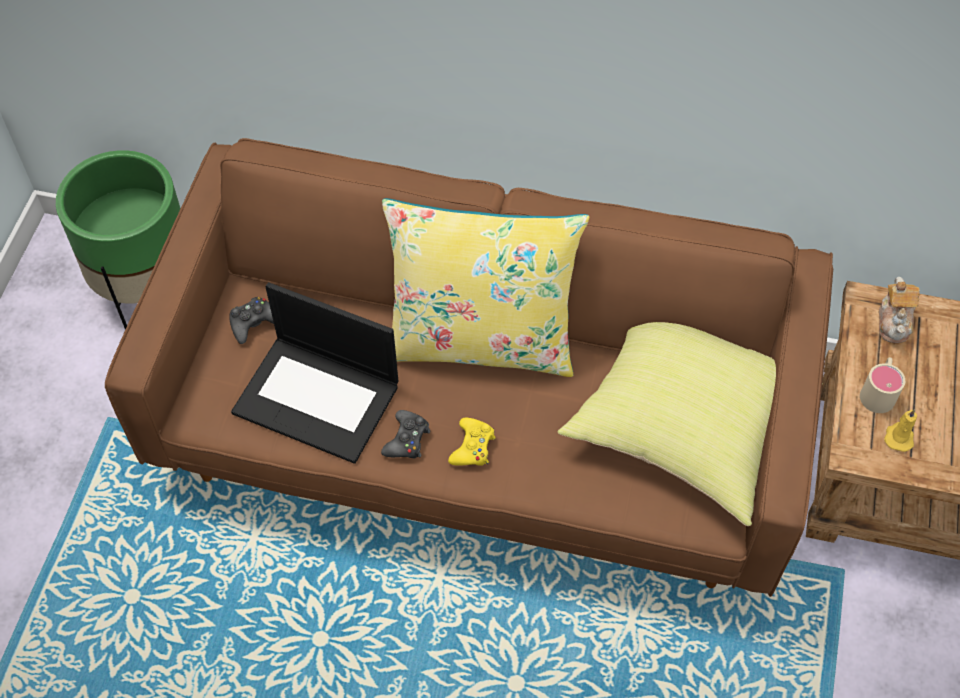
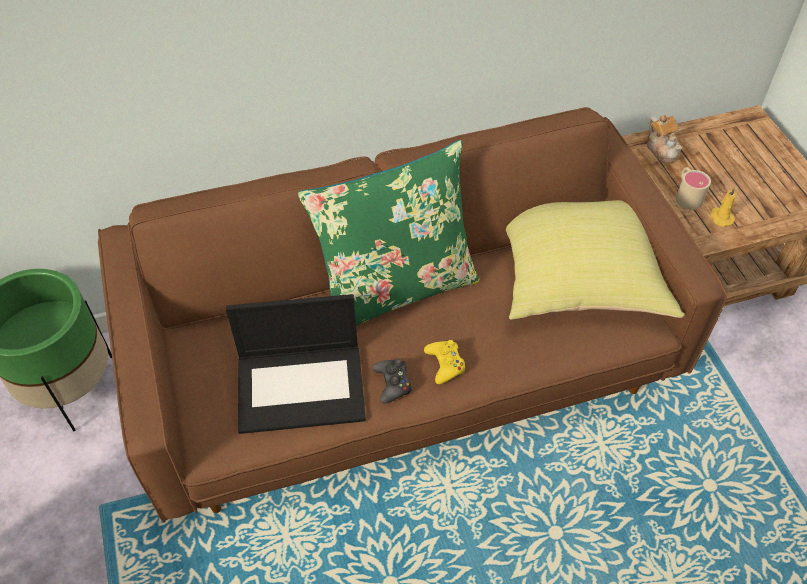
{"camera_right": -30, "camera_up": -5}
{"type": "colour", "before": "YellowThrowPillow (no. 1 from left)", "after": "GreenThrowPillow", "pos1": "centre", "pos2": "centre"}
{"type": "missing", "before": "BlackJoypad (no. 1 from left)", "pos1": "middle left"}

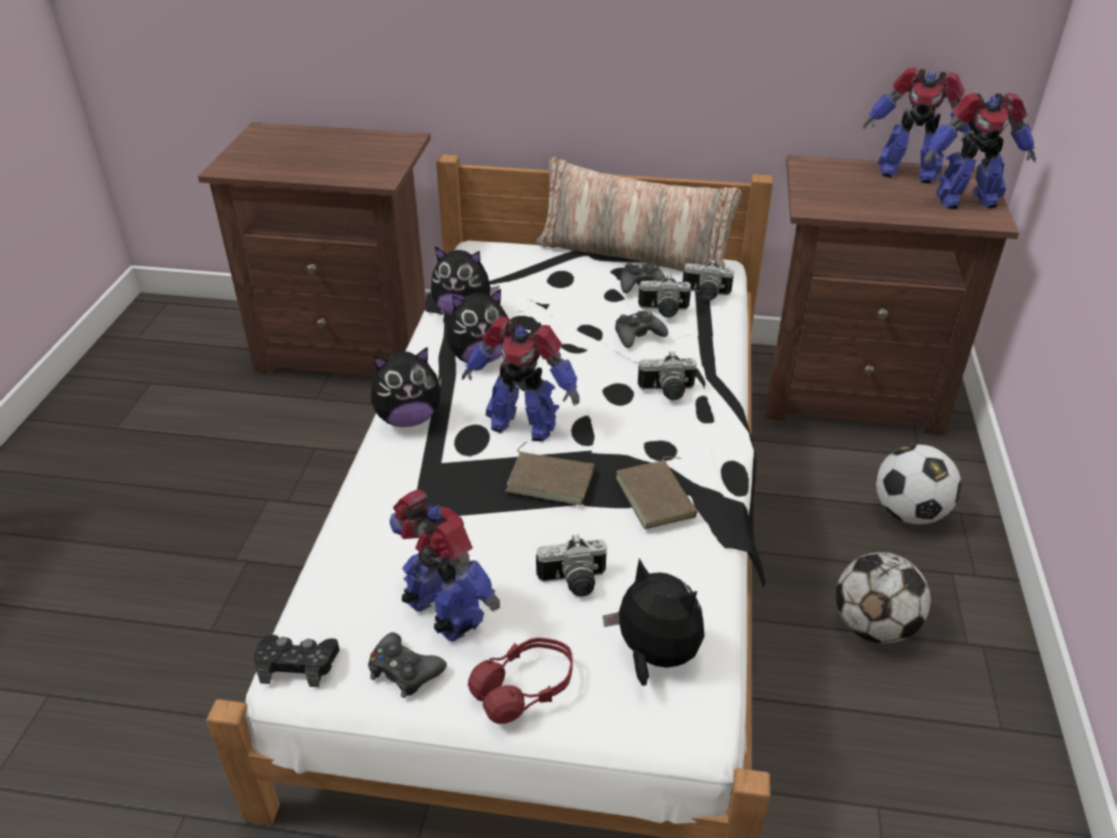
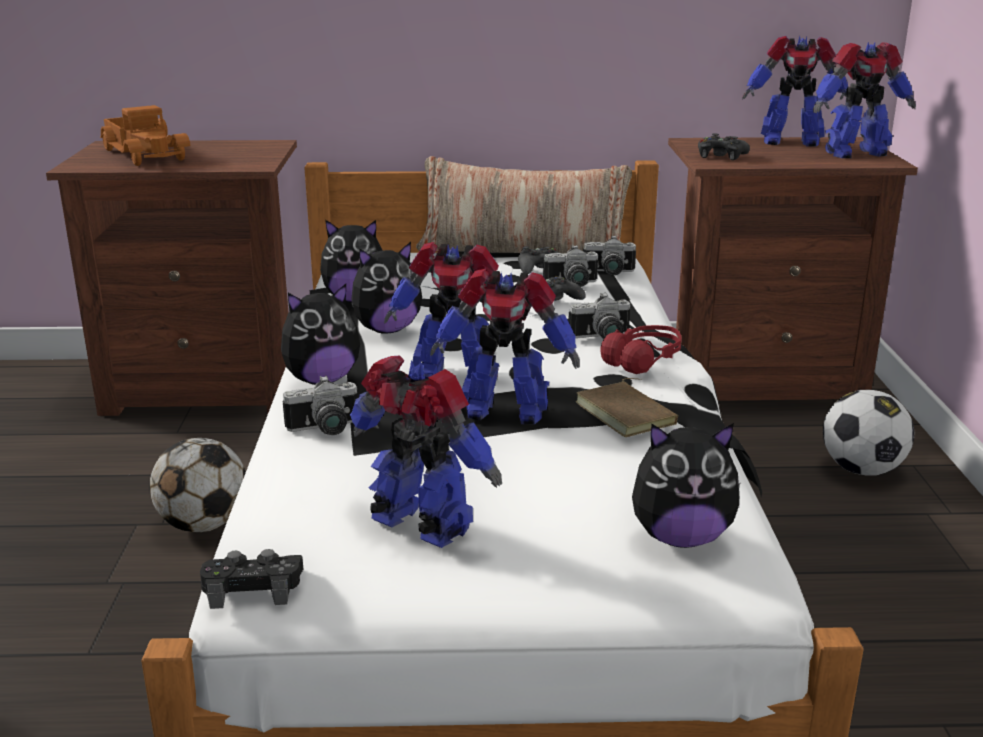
{"camera_right": -10, "camera_up": -15}
{"type": "exchanged", "before": "BrownColouredBoundBook (no. 1 from left)", "after": "ToyRobot (no. 3 from left)", "pos1": "centre", "pos2": "centre"}
{"type": "relocated", "before": "StillCamera (no. 1 from left)", "pos1": "bottom centre", "pos2": "middle left"}
{"type": "relocated", "before": "BallForFootball (no. 1 from left)", "pos1": "bottom right", "pos2": "middle left"}
{"type": "spun", "before": "CuddlyToy (no. 4 from left)", "pos1": "bottom centre", "pos2": "middle right", "turn": 150}
{"type": "relocated", "before": "BlackJoypad (no. 2 from left in the first image)", "after": "BlackJoypad (no. 4 from left)", "pos1": "bottom centre", "pos2": "top right"}
{"type": "relocated", "before": "ReddishHeadphones", "pos1": "bottom centre", "pos2": "centre"}
{"type": "appeared", "after": "ModelTruck", "pos2": "top left"}

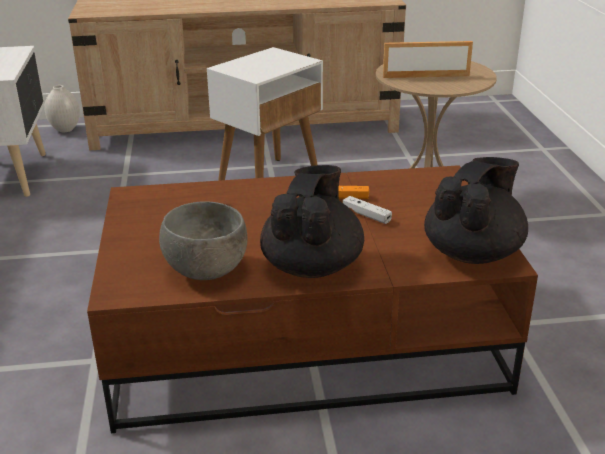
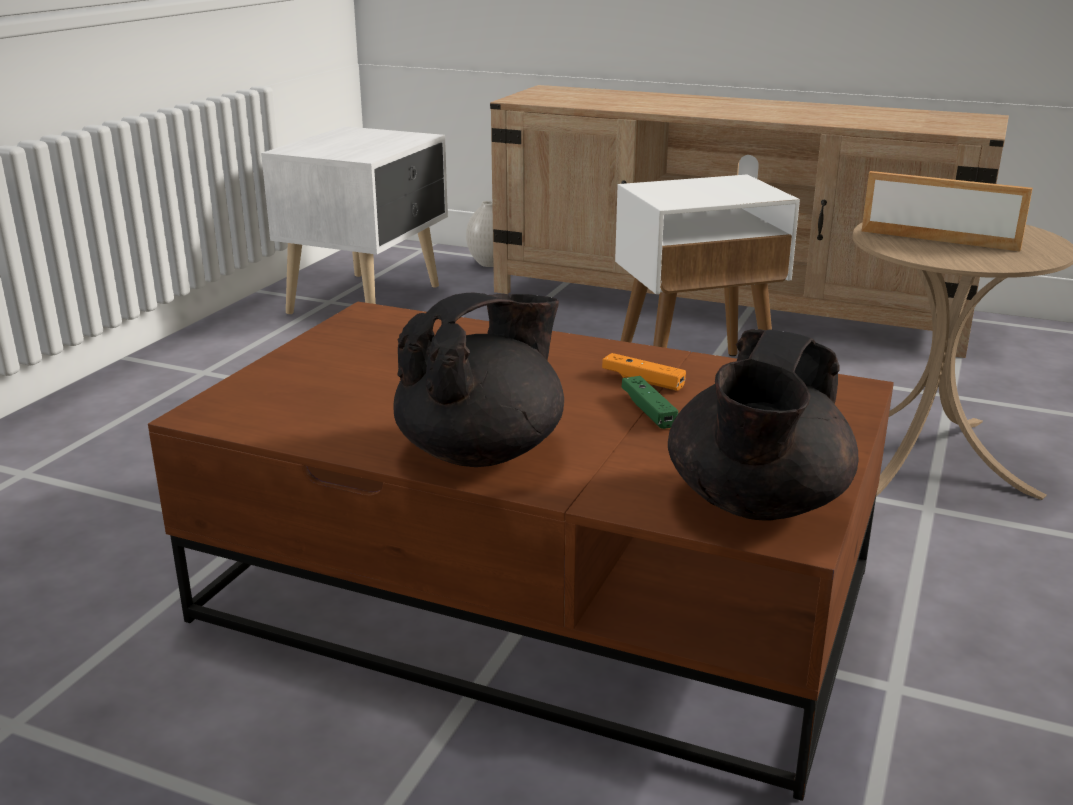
{"camera_right": 30, "camera_up": -5}
{"type": "spun", "before": "BlackTeapot (no. 2 from left)", "pos1": "middle right", "pos2": "middle right", "turn": 135}
{"type": "colour", "before": "WhitishJoypad", "after": "GreenJoypad", "pos1": "centre", "pos2": "centre"}
{"type": "missing", "before": "GreyishServingBowl", "pos1": "centre"}

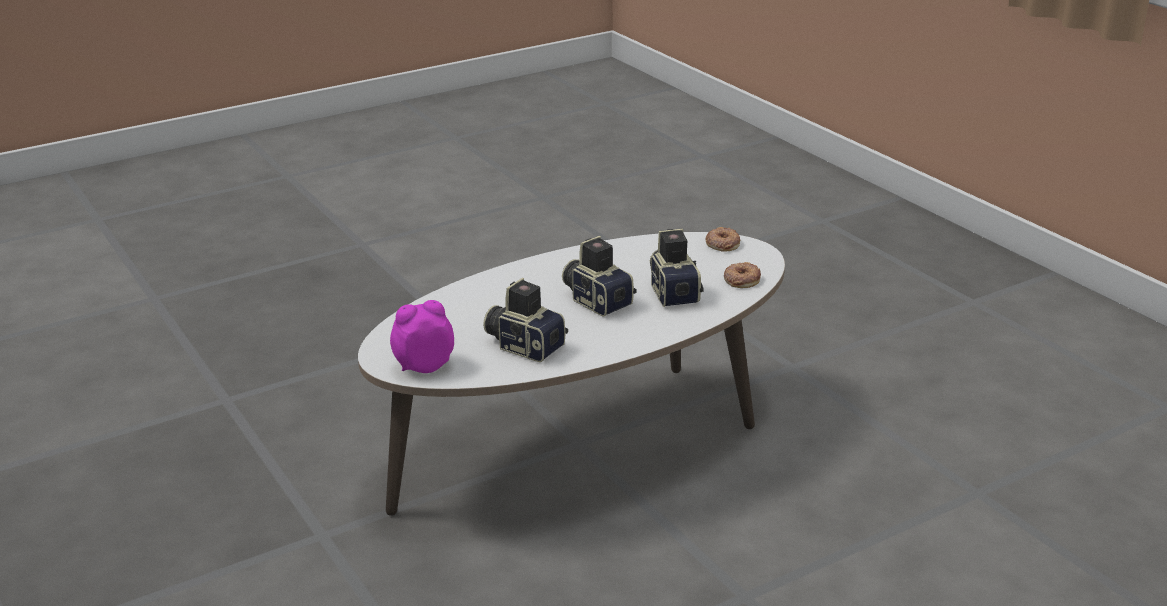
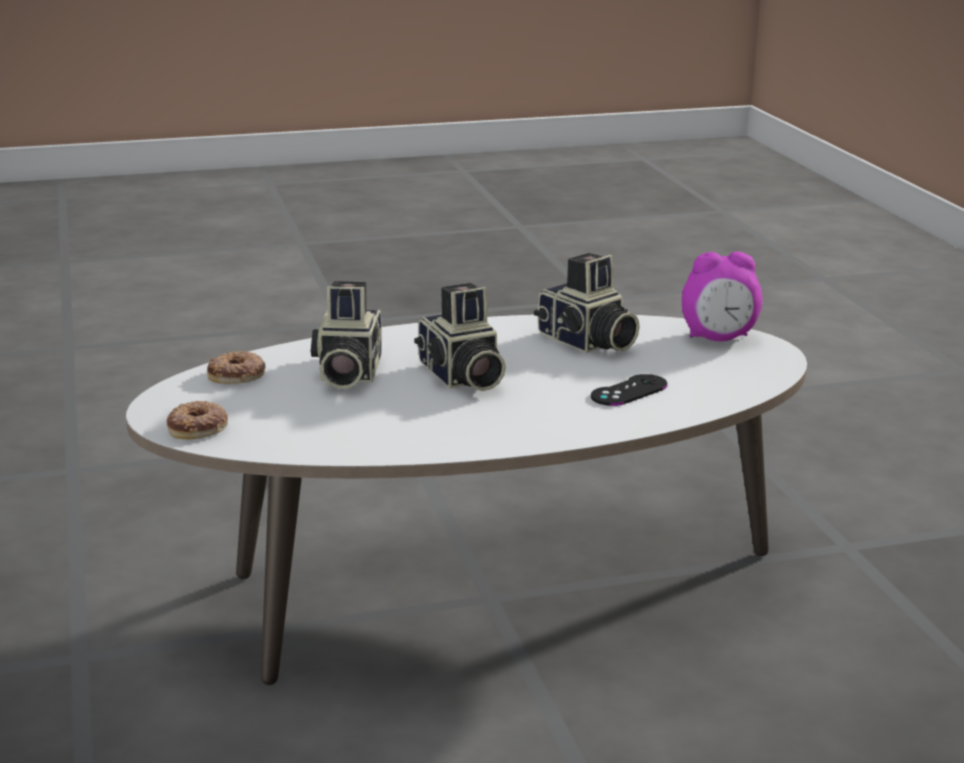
{"camera_right": -165, "camera_up": -5}
{"type": "appeared", "after": "BlackJoypad", "pos2": "centre"}

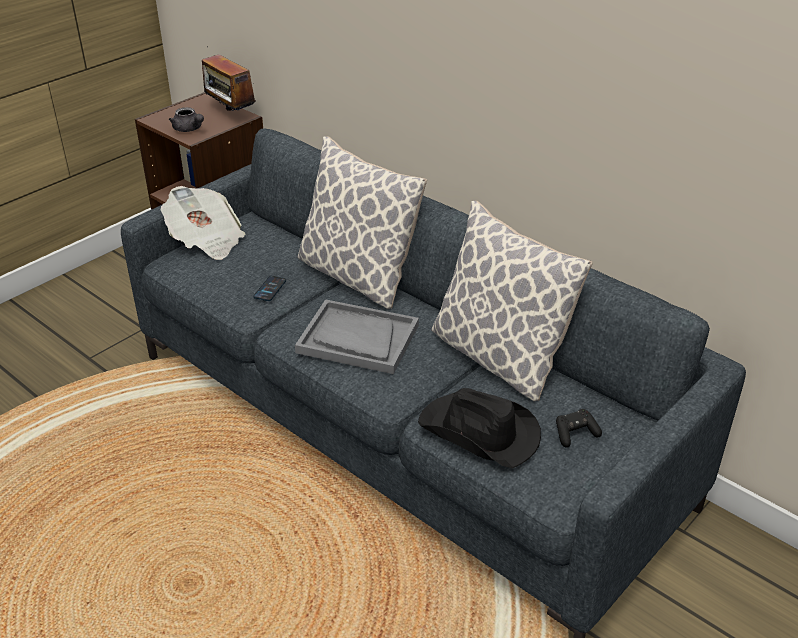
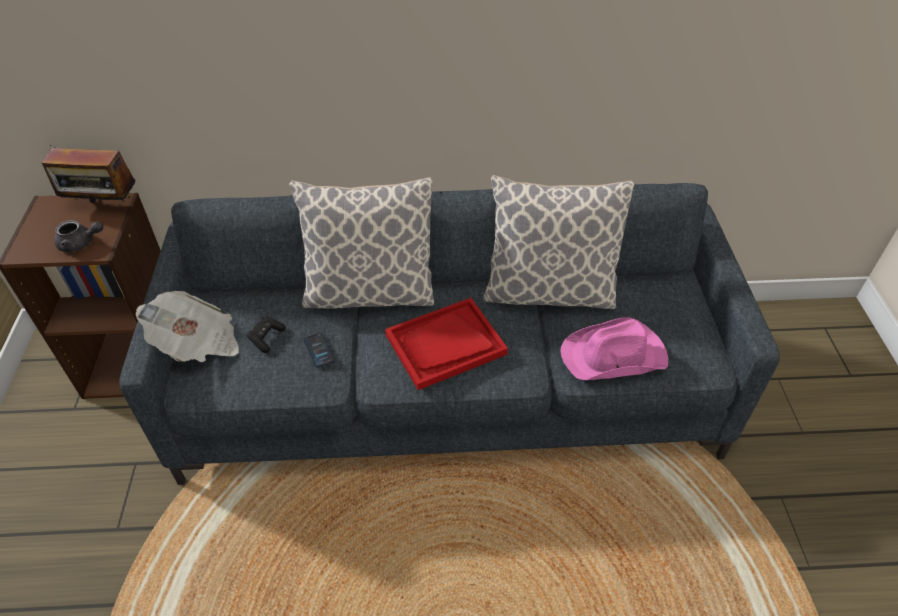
{"camera_right": -45, "camera_up": 10}
{"type": "colour", "before": "GreyishServingTray", "after": "ReddishServingTray", "pos1": "centre", "pos2": "centre"}
{"type": "colour", "before": "BlackWearableHat", "after": "PinkColouredWearableHat", "pos1": "bottom centre", "pos2": "middle right"}
{"type": "relocated", "before": "BlackJoypad", "pos1": "bottom right", "pos2": "middle left"}

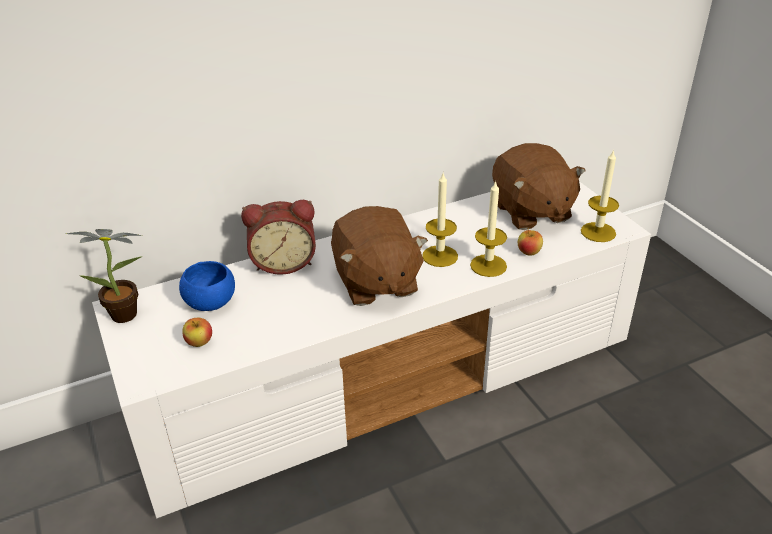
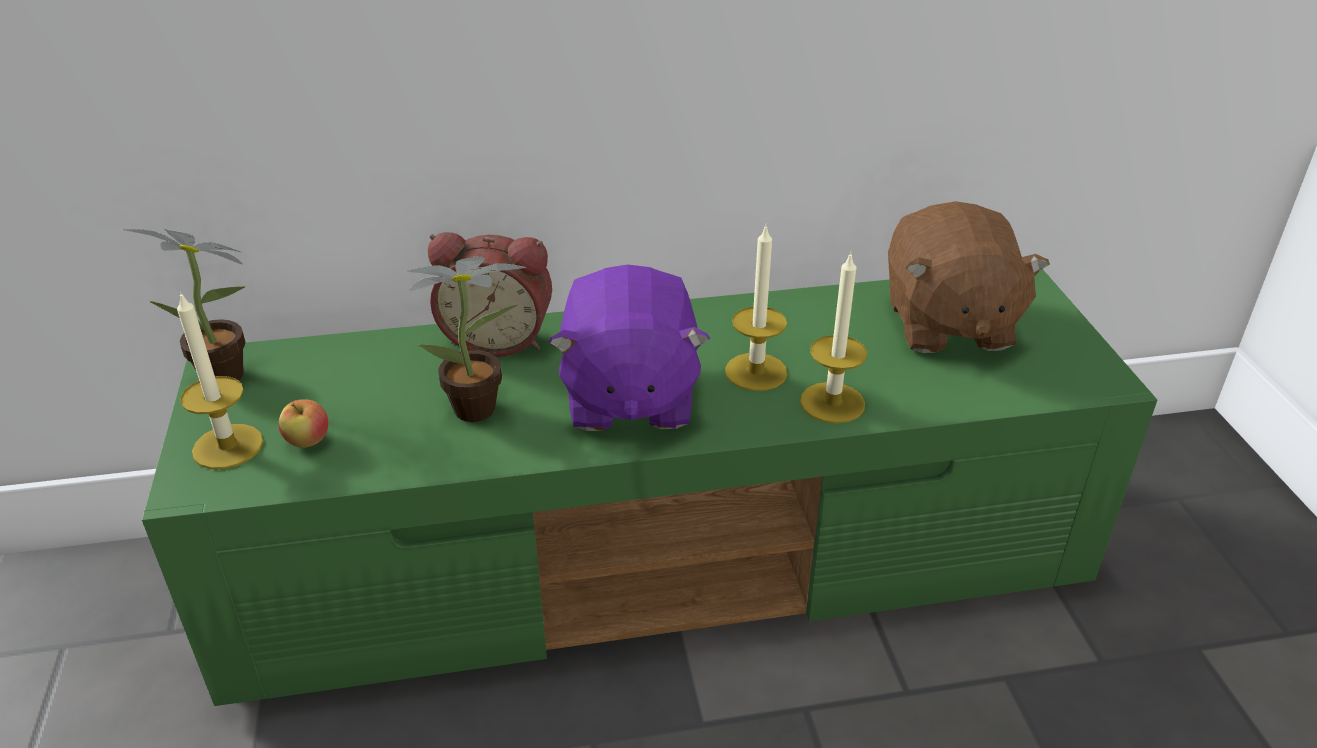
{"camera_right": 15, "camera_up": 0}
{"type": "relocated", "before": "WaxLight (no. 3 from left in the first image)", "after": "WaxLight (no. 1 from left)", "pos1": "middle right", "pos2": "middle left"}
{"type": "colour", "before": "WhitishMediaConsole", "after": "GreenMediaConsole", "pos1": "centre", "pos2": "centre"}
{"type": "colour", "before": "BrownColouredCuddlyToy (no. 1 from left)", "after": "PurpleCuddlyToy", "pos1": "centre", "pos2": "centre"}
{"type": "missing", "before": "AppleFruit (no. 2 from left)", "pos1": "middle right"}
{"type": "missing", "before": "BlueColouredServingBowl", "pos1": "middle left"}
{"type": "appeared", "after": "Houseplant (no. 2 from left)", "pos2": "centre"}

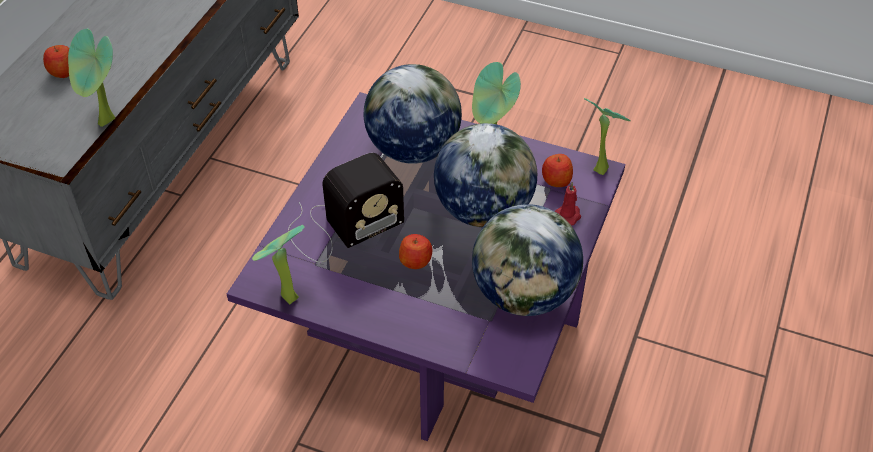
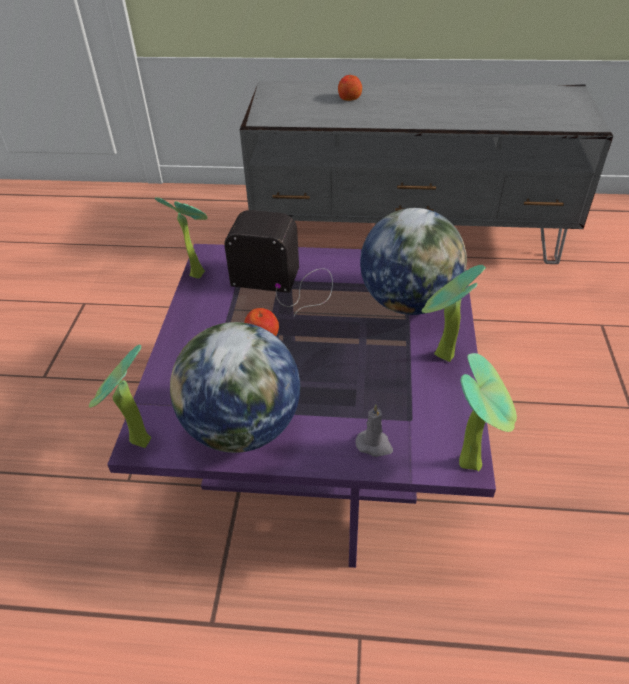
{"camera_right": 75, "camera_up": -5}
{"type": "relocated", "before": "Houseplant (no. 1 from left)", "pos1": "top left", "pos2": "middle left"}
{"type": "missing", "before": "Globe (no. 2 from left)", "pos1": "centre"}
{"type": "spun", "before": "RadioReceiver", "pos1": "centre", "pos2": "centre", "turn": 150}
{"type": "missing", "before": "AppleFruit (no. 3 from left)", "pos1": "centre"}
{"type": "colour", "before": "ReddishWaxLight", "after": "GreyishWaxLight", "pos1": "centre", "pos2": "centre"}

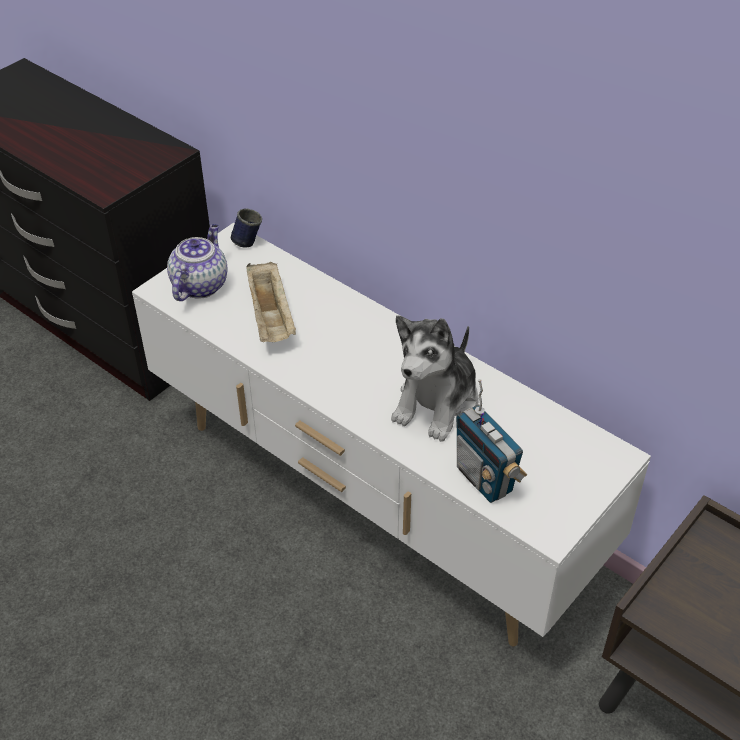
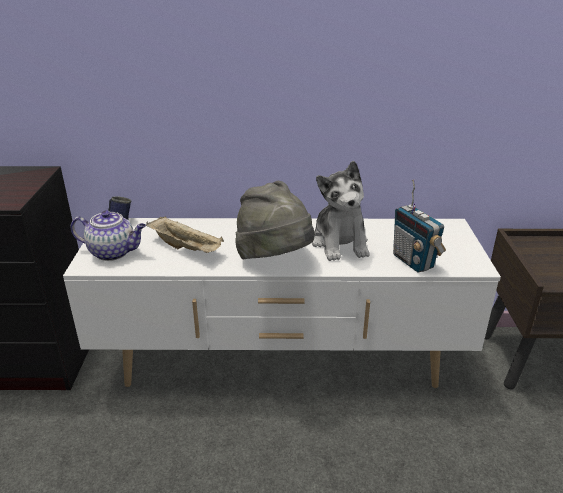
{"camera_right": -40, "camera_up": -15}
{"type": "spun", "before": "Teapot", "pos1": "middle left", "pos2": "middle left", "turn": 120}
{"type": "spun", "before": "RadioReceiver", "pos1": "centre", "pos2": "middle right", "turn": 45}
{"type": "appeared", "after": "GreyishWearableHat", "pos2": "centre"}

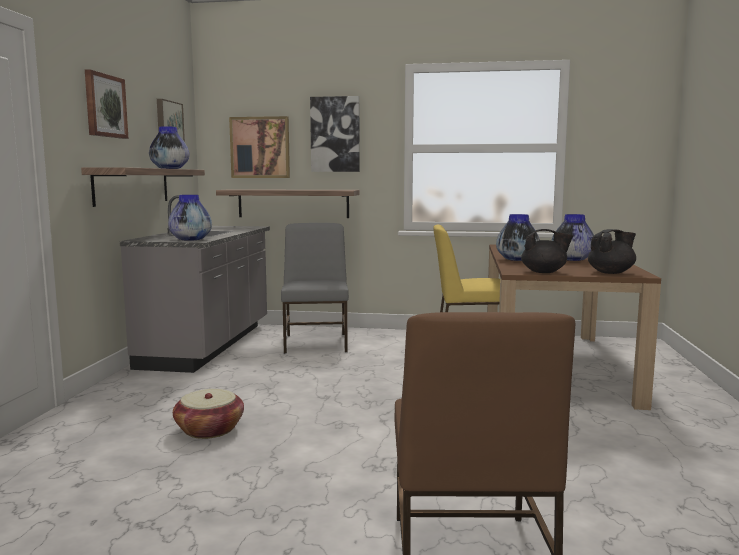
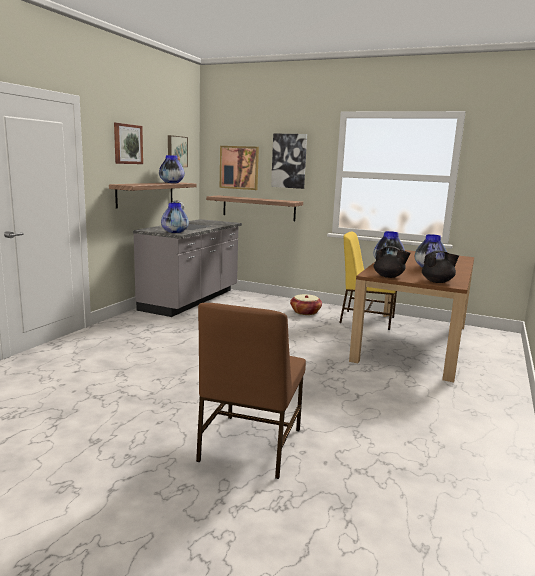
{"camera_right": 15, "camera_up": 5}
{"type": "missing", "before": "GreyishPlainChair", "pos1": "centre"}
{"type": "relocated", "before": "Basket", "pos1": "bottom left", "pos2": "centre"}

